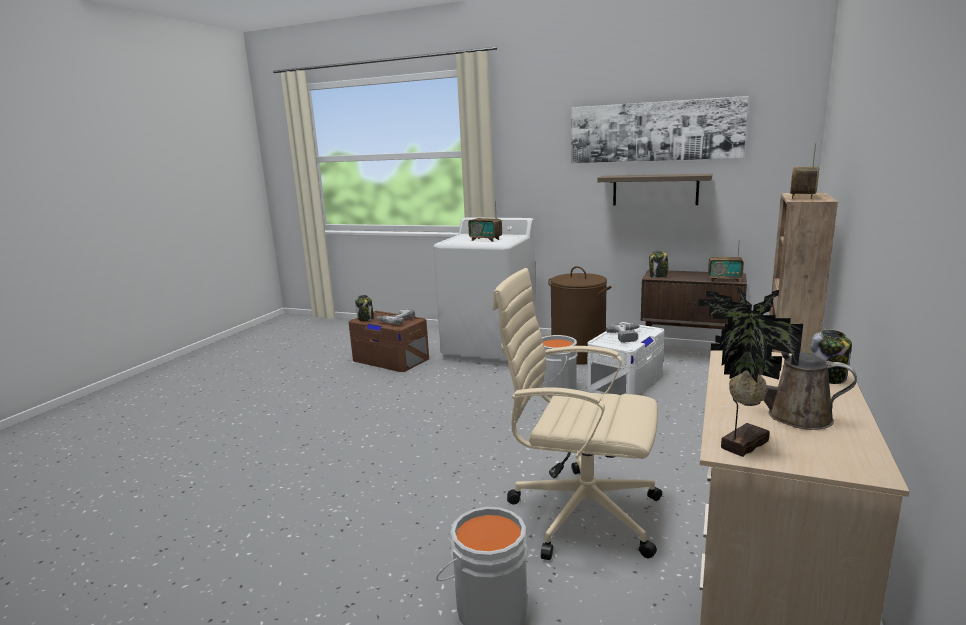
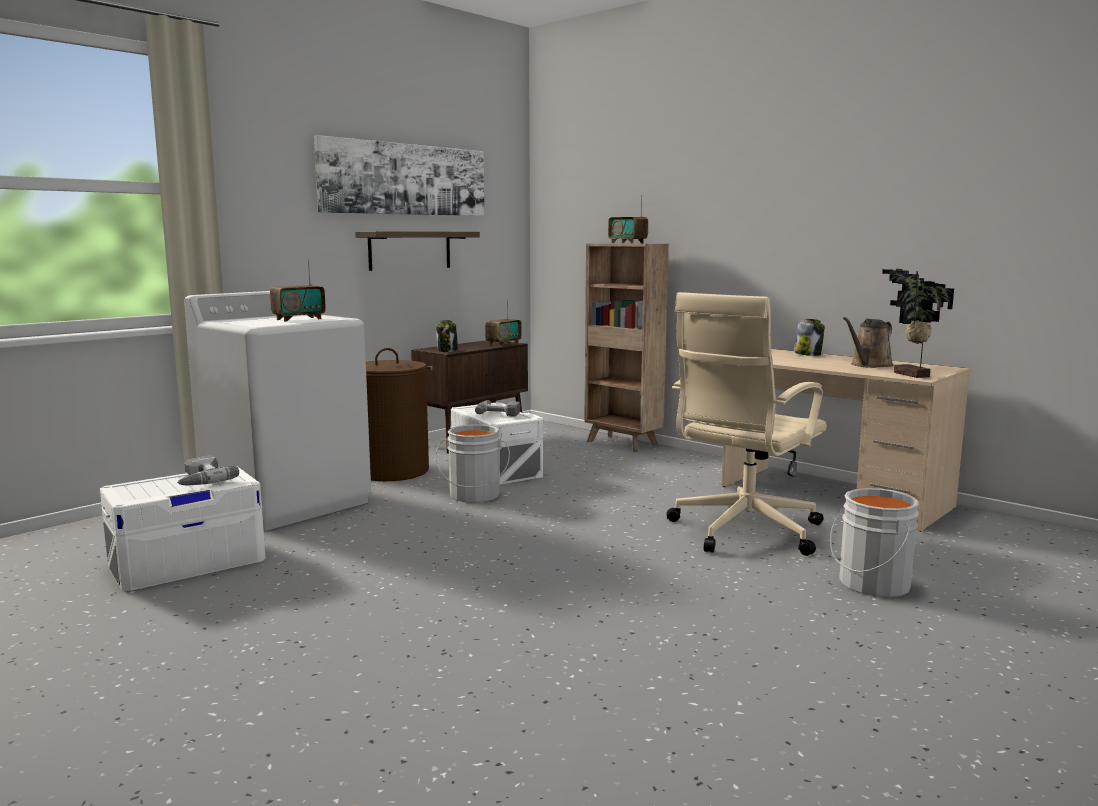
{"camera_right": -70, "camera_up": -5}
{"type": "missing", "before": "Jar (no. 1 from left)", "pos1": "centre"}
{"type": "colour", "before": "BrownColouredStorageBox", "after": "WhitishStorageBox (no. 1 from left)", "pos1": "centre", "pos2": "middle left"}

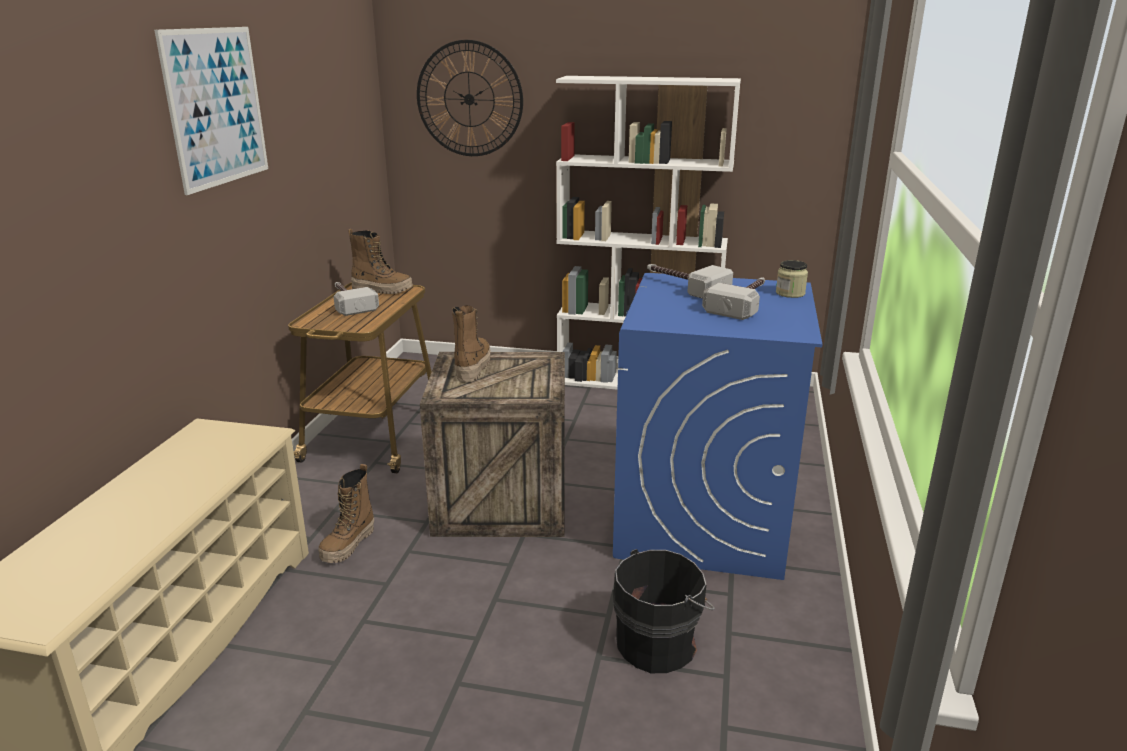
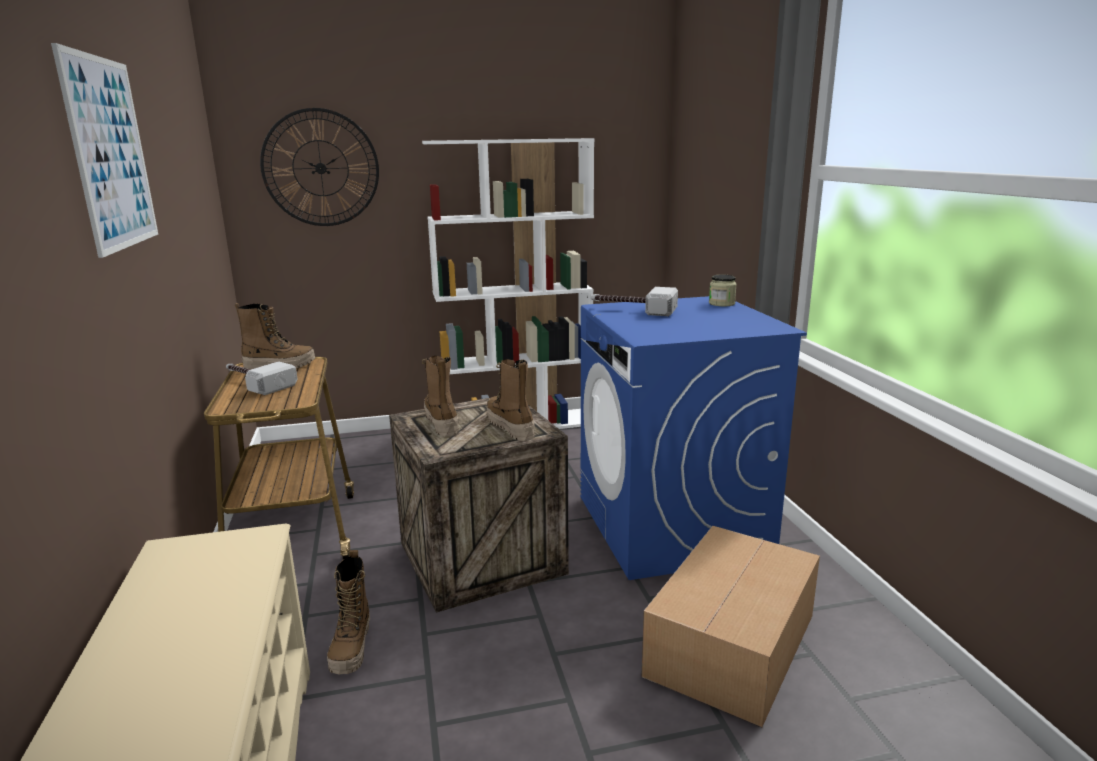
{"camera_right": -25, "camera_up": -5}
{"type": "missing", "before": "Hammer (no. 3 from left)", "pos1": "centre"}
{"type": "exchanged", "before": "BlackWaterBucket", "after": "Carton", "pos1": "bottom centre", "pos2": "bottom centre"}
{"type": "appeared", "after": "Boot (no. 4 from left)", "pos2": "centre"}

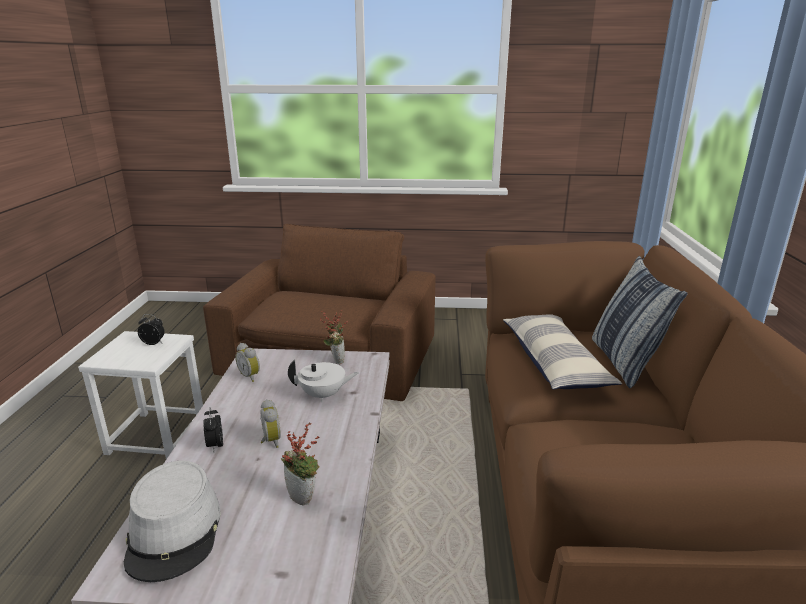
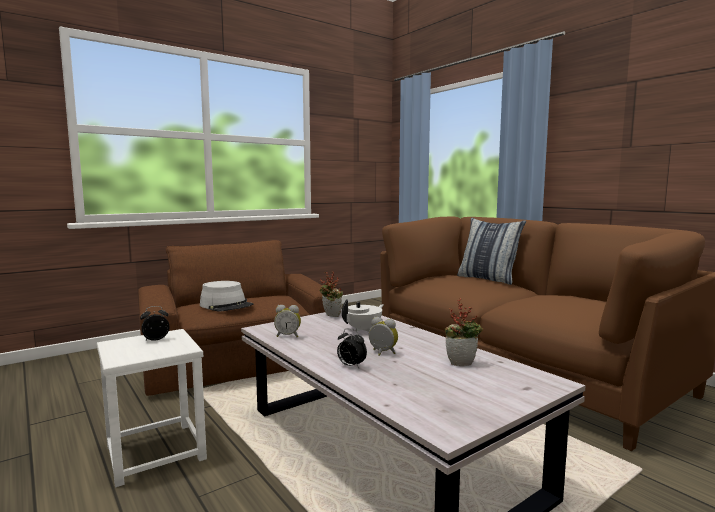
{"camera_right": -40, "camera_up": -15}
{"type": "missing", "before": "ThrowPillow (no. 1 from left)", "pos1": "middle right"}
{"type": "relocated", "before": "GreyishWearableHat", "pos1": "bottom left", "pos2": "middle left"}

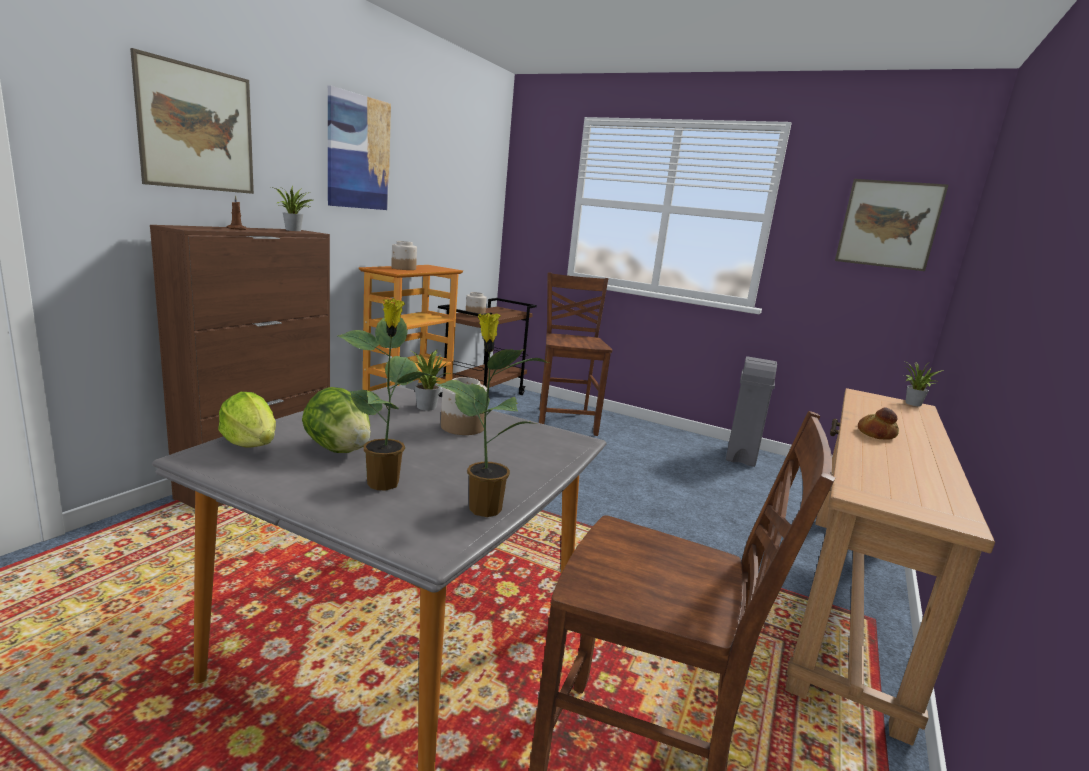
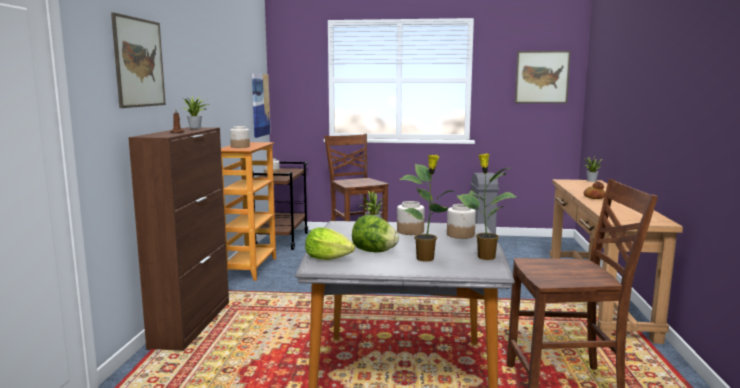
{"camera_right": -20, "camera_up": -5}
{"type": "relocated", "before": "WallArt (no. 2 from left)", "pos1": "top left", "pos2": "top centre"}
{"type": "appeared", "after": "Jar (no. 4 from left)", "pos2": "centre"}

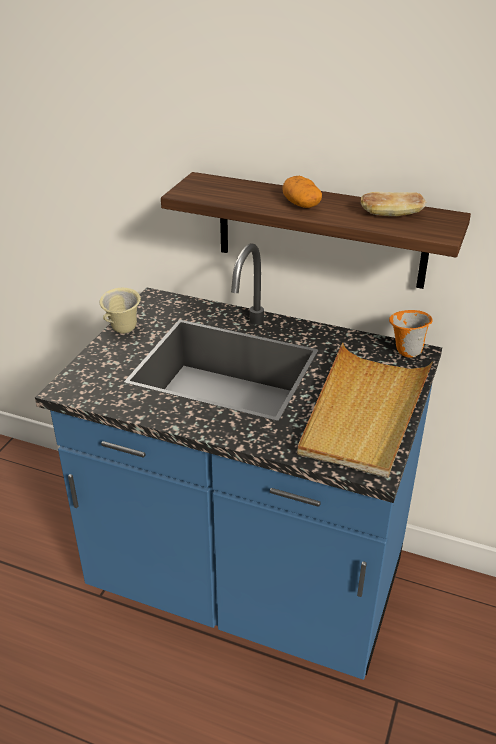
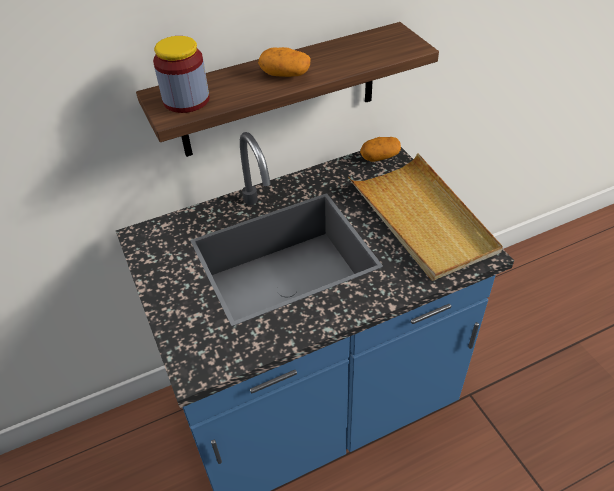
{"camera_right": -45, "camera_up": 10}
{"type": "missing", "before": "Bread", "pos1": "top right"}
{"type": "missing", "before": "BeigeColouredMug", "pos1": "middle left"}
{"type": "exchanged", "before": "OrangeColouredMug", "after": "WholePotato (no. 2 from left)", "pos1": "middle right", "pos2": "top centre"}
{"type": "appeared", "after": "Jar", "pos2": "top left"}

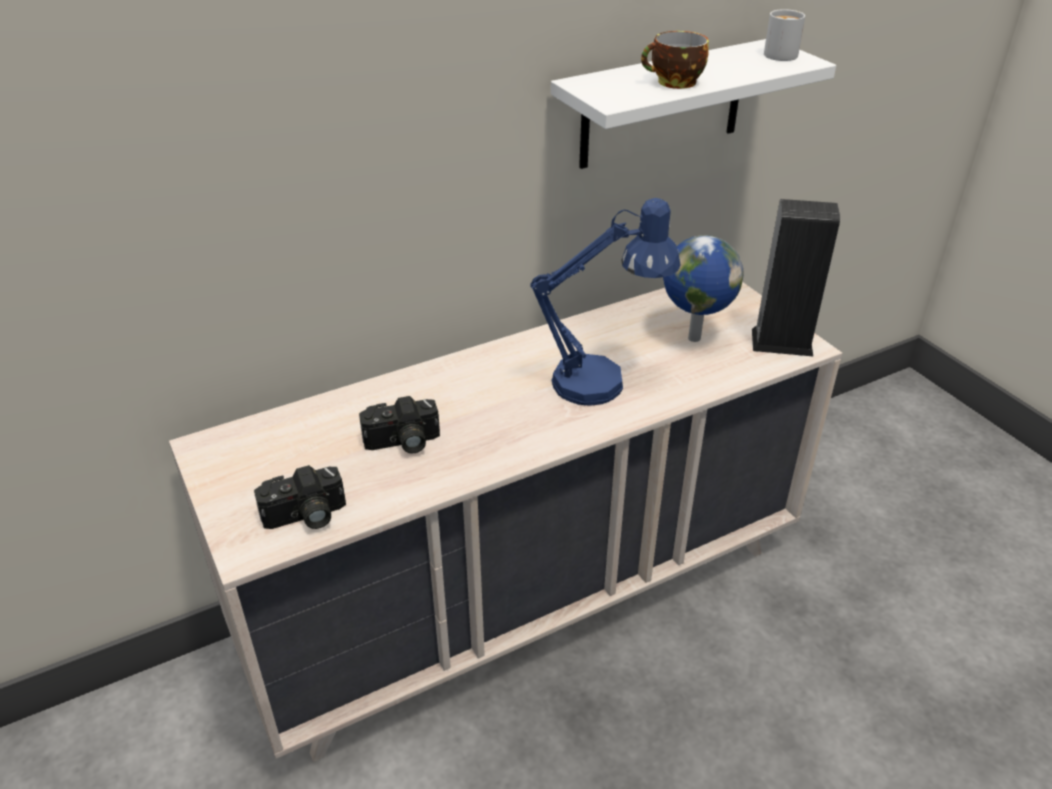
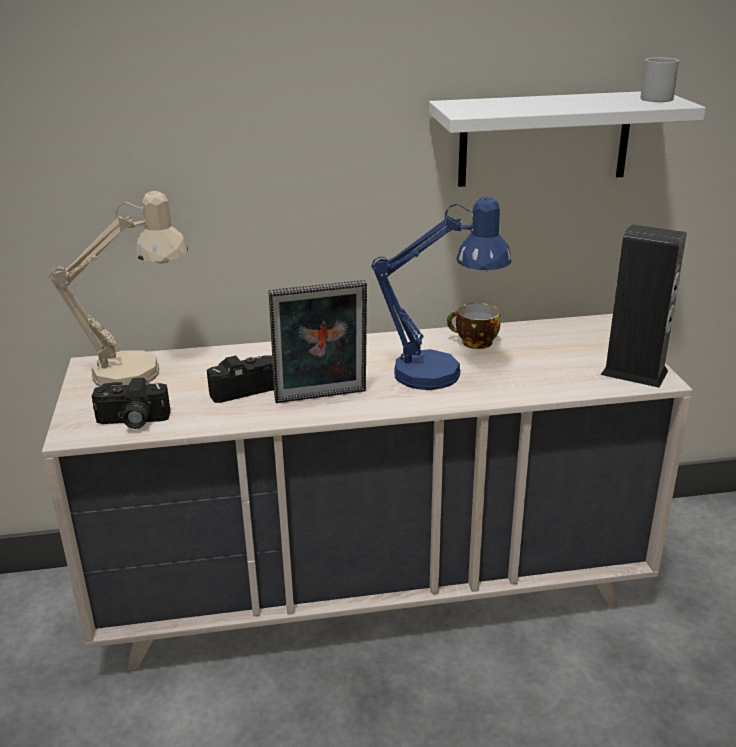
{"camera_right": 20, "camera_up": -10}
{"type": "relocated", "before": "Cup", "pos1": "top centre", "pos2": "centre"}
{"type": "missing", "before": "Globe", "pos1": "middle right"}
{"type": "spun", "before": "StillCamera (no. 2 from left)", "pos1": "centre", "pos2": "middle left", "turn": 150}
{"type": "appeared", "after": "BeigeColouredTableLamp", "pos2": "middle left"}
{"type": "appeared", "after": "PictureFrame", "pos2": "centre"}

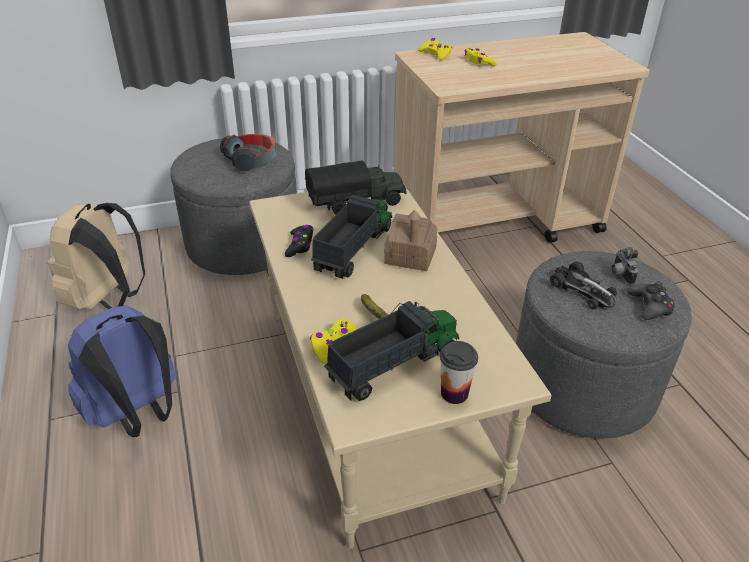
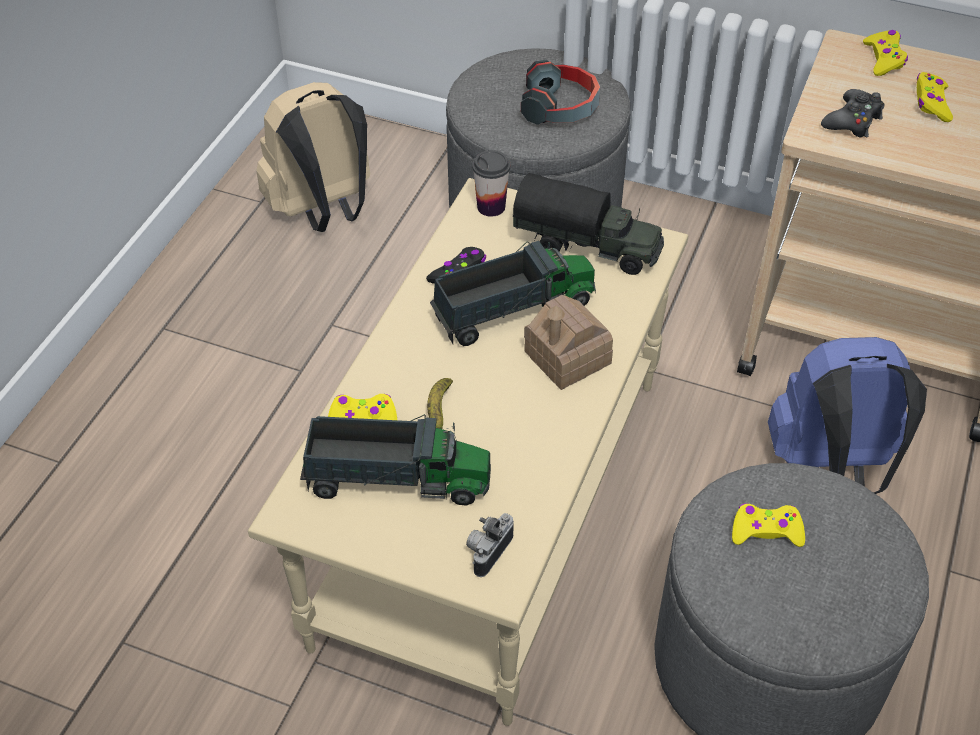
{"camera_right": 40, "camera_up": 10}
{"type": "relocated", "before": "StillCamera", "pos1": "middle right", "pos2": "bottom centre"}
{"type": "exchanged", "before": "MiniatureCar", "after": "YellowJoypad (no. 2 from left)", "pos1": "middle right", "pos2": "bottom right"}
{"type": "relocated", "before": "BlackJoypad (no. 2 from left)", "pos1": "middle right", "pos2": "top right"}
{"type": "relocated", "before": "BlueColouredBackpack", "pos1": "middle left", "pos2": "middle right"}
{"type": "relocated", "before": "Cup", "pos1": "centre", "pos2": "top centre"}

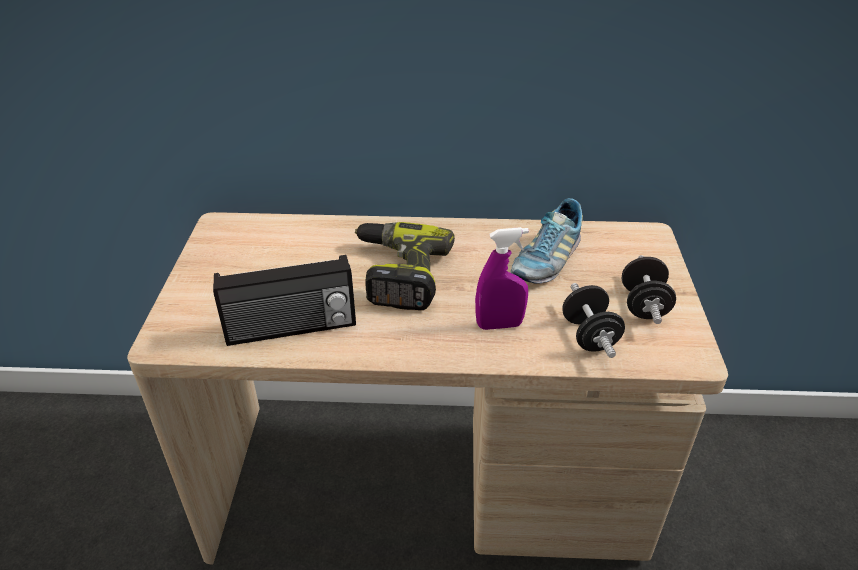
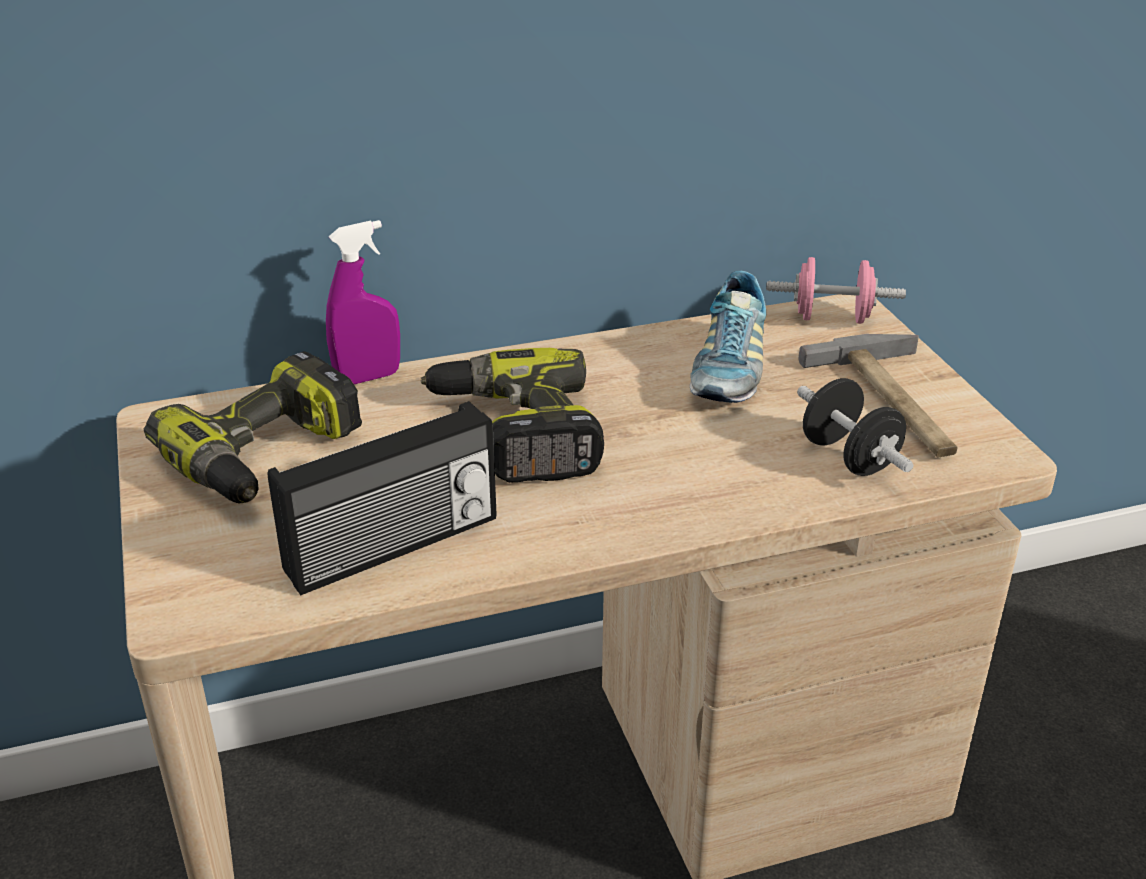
{"camera_right": -20, "camera_up": -5}
{"type": "relocated", "before": "PurpleHandSprayer", "pos1": "centre", "pos2": "middle left"}
{"type": "exchanged", "before": "BlackDumbbell (no. 2 from left)", "after": "Hammer", "pos1": "middle right", "pos2": "middle right"}
{"type": "appeared", "after": "PinkColouredDumbbell", "pos2": "top right"}
{"type": "appeared", "after": "ElectricDrill (no. 1 from left)", "pos2": "middle left"}

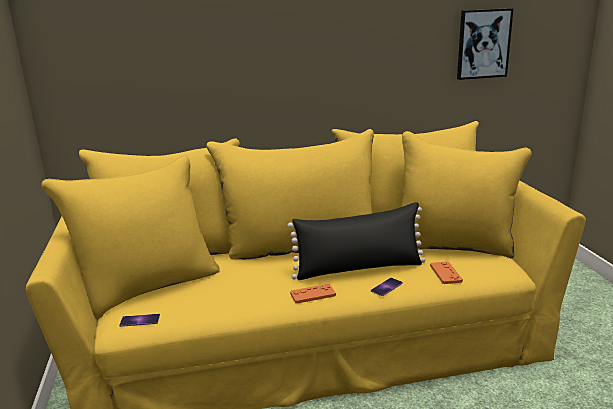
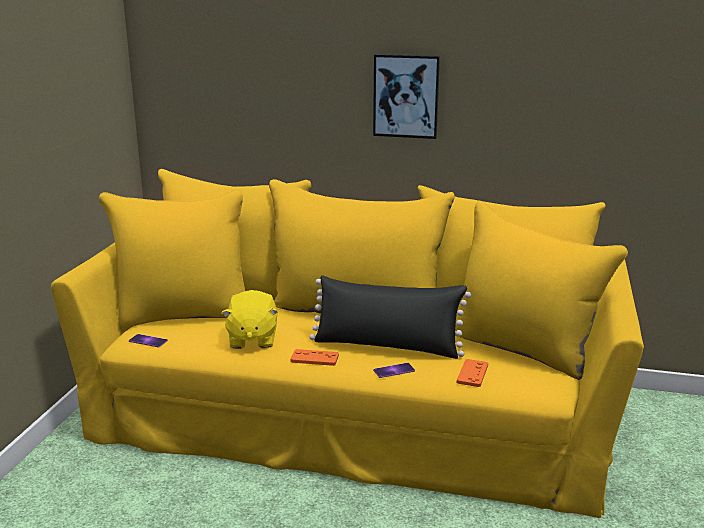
{"camera_right": 25, "camera_up": 0}
{"type": "relocated", "before": "WallArt", "pos1": "top right", "pos2": "top centre"}
{"type": "appeared", "after": "YellowCuddlyToy", "pos2": "centre"}

